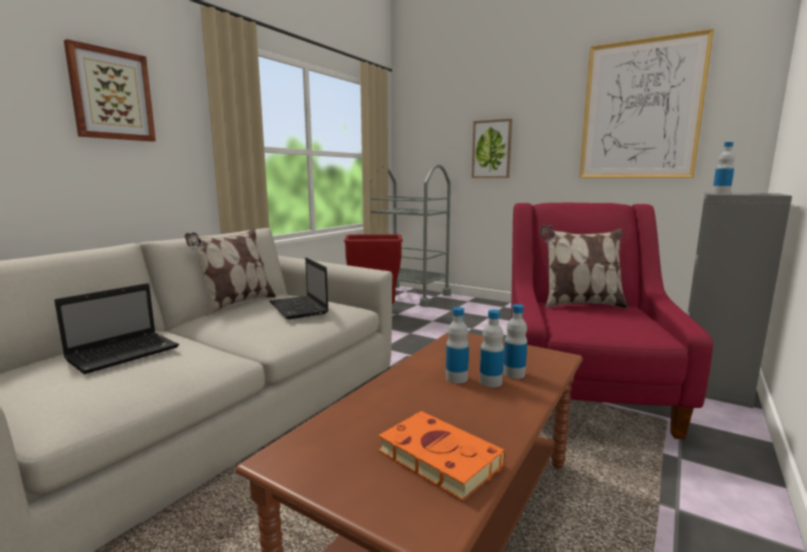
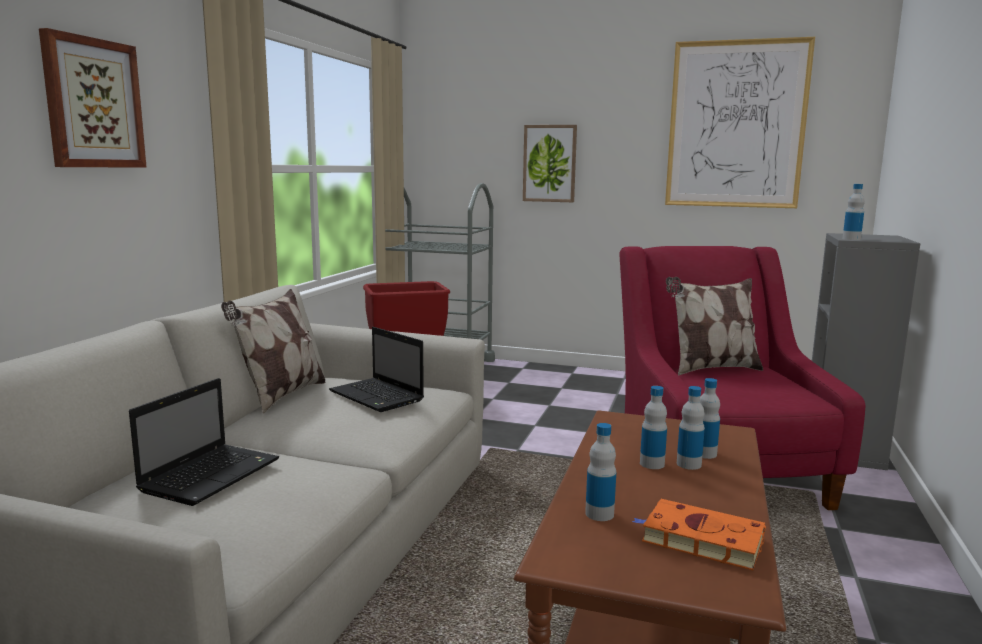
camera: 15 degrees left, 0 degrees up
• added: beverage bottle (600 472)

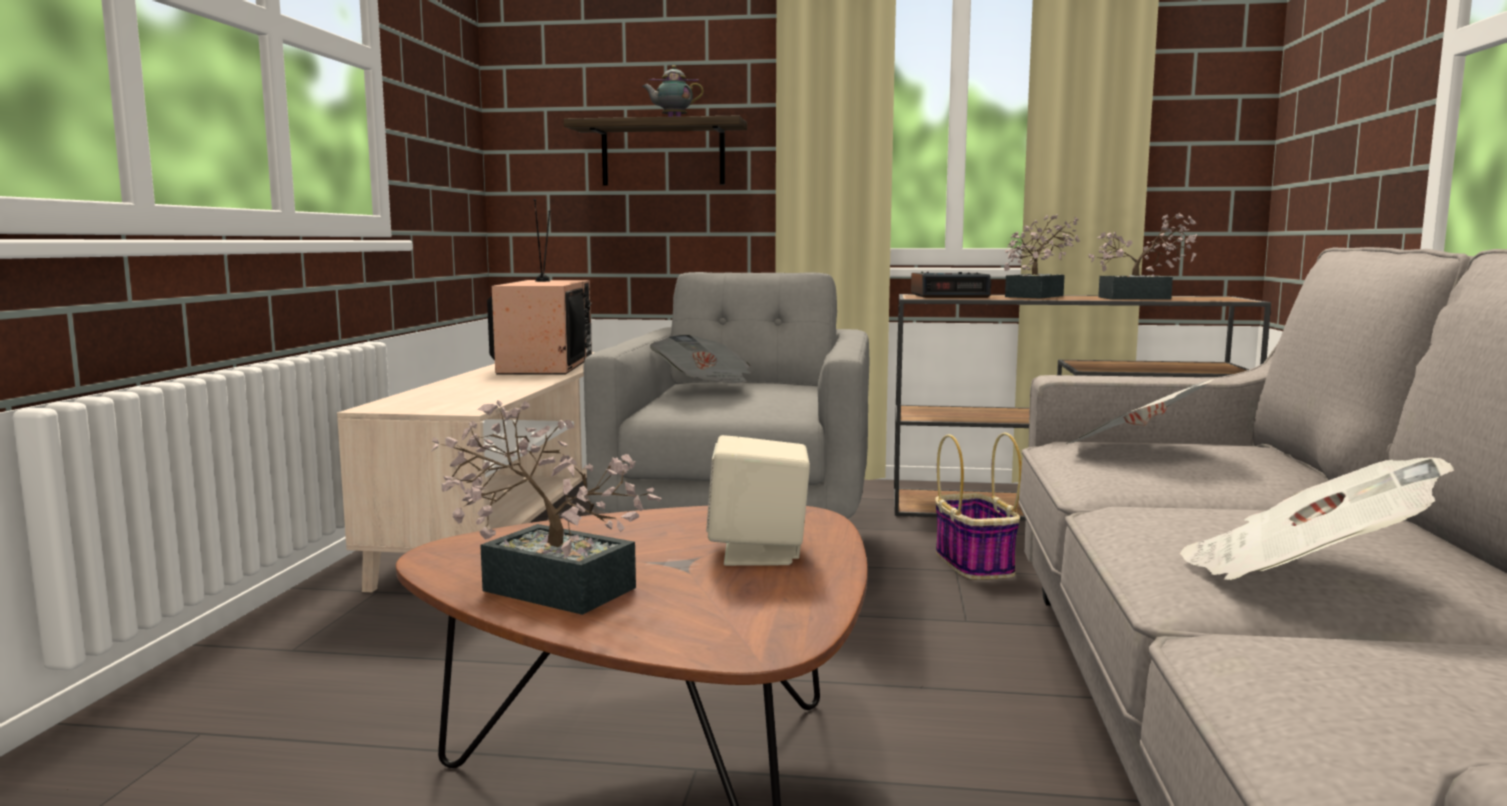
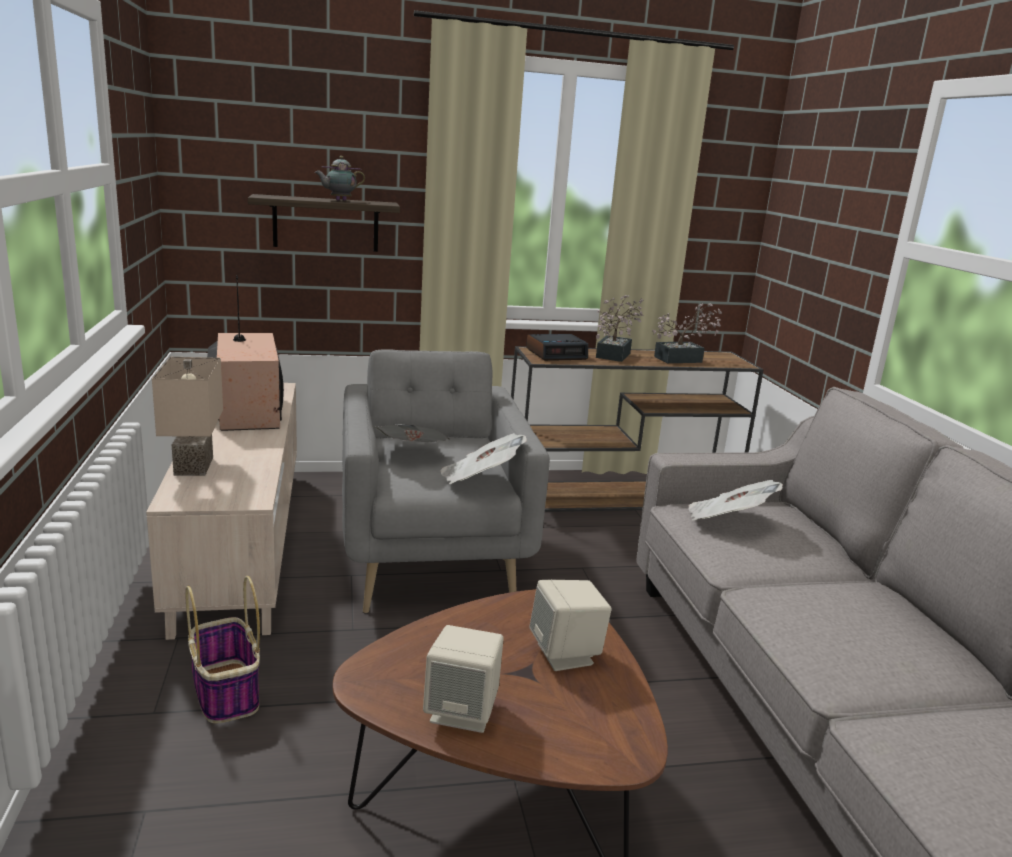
camera: 20 degrees left, 10 degrees up
• replaced: houseplant (546 507) to speaker (sand-coloured) (463 679)
• moved: storage basket (978 506) to (222 649)
• moved: newspaper (1317 518) to (483 458)
• added: table lamp (sand-coloured) (187 416)

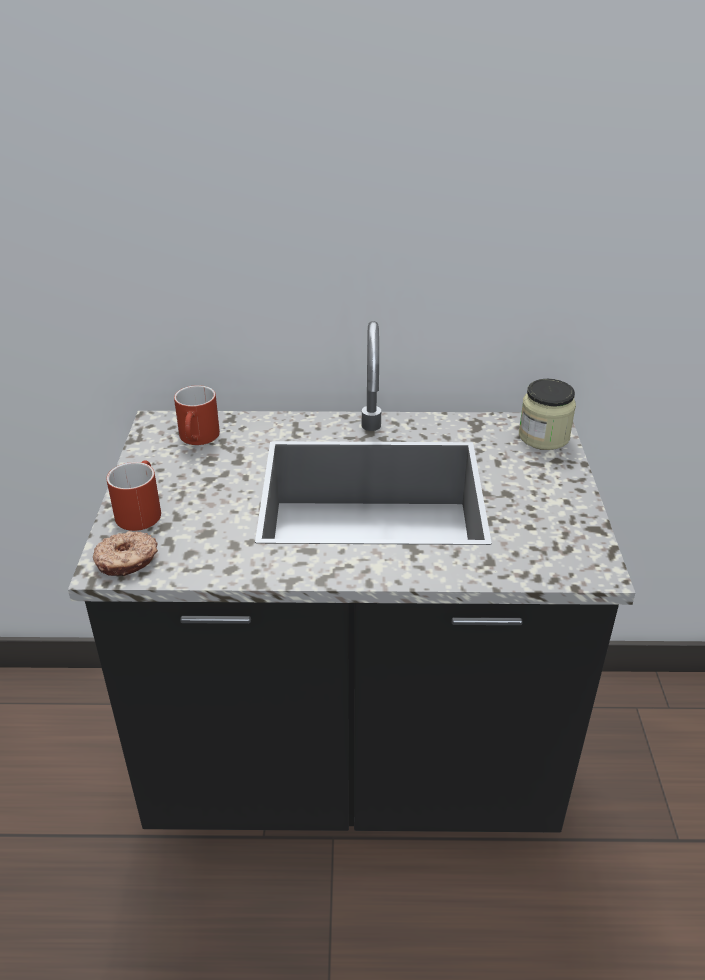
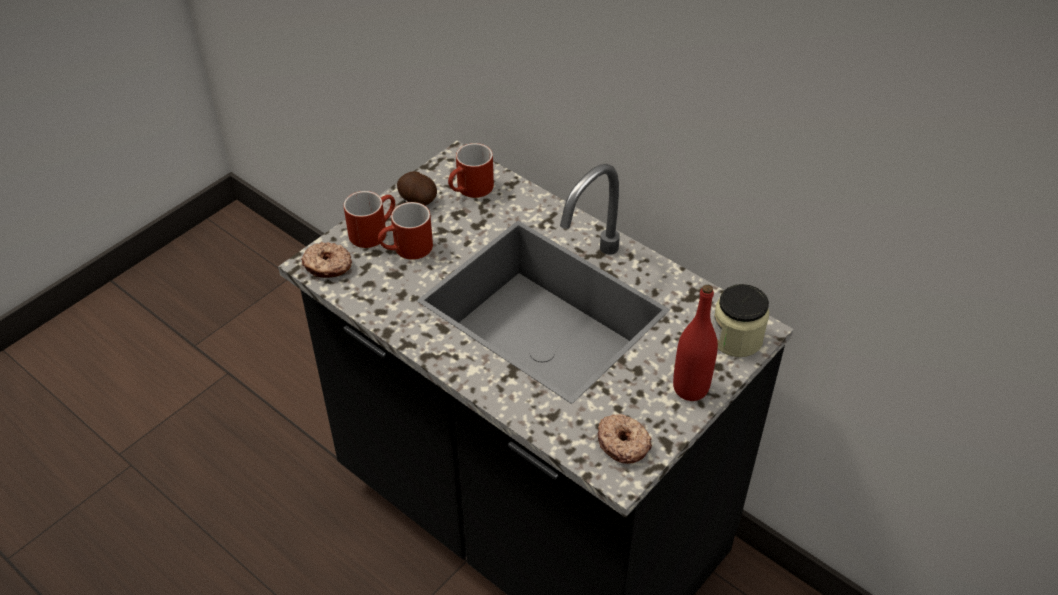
camera: 40 degrees right, 10 degrees up
• added: potato (417 188)
• added: coffee mug (reddish) (405 231)
• added: beverage bottle (reddish) (695 343)
• added: donut (625 439)

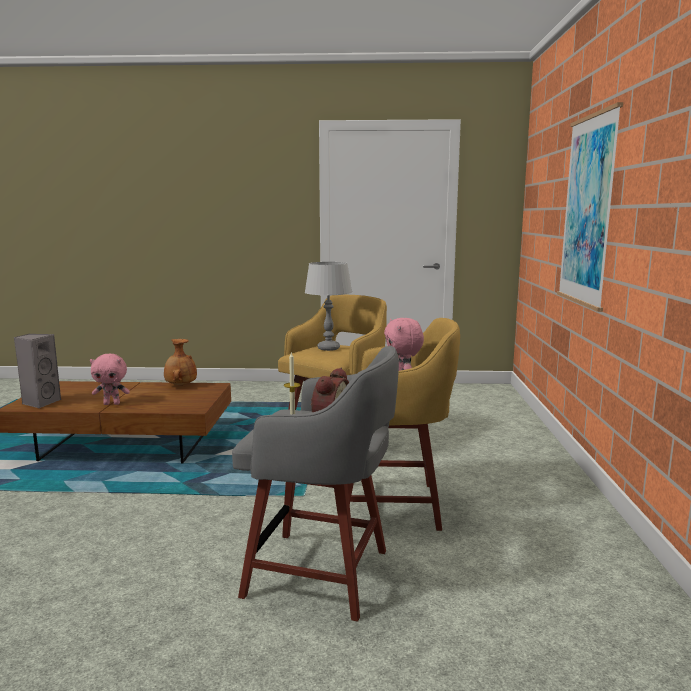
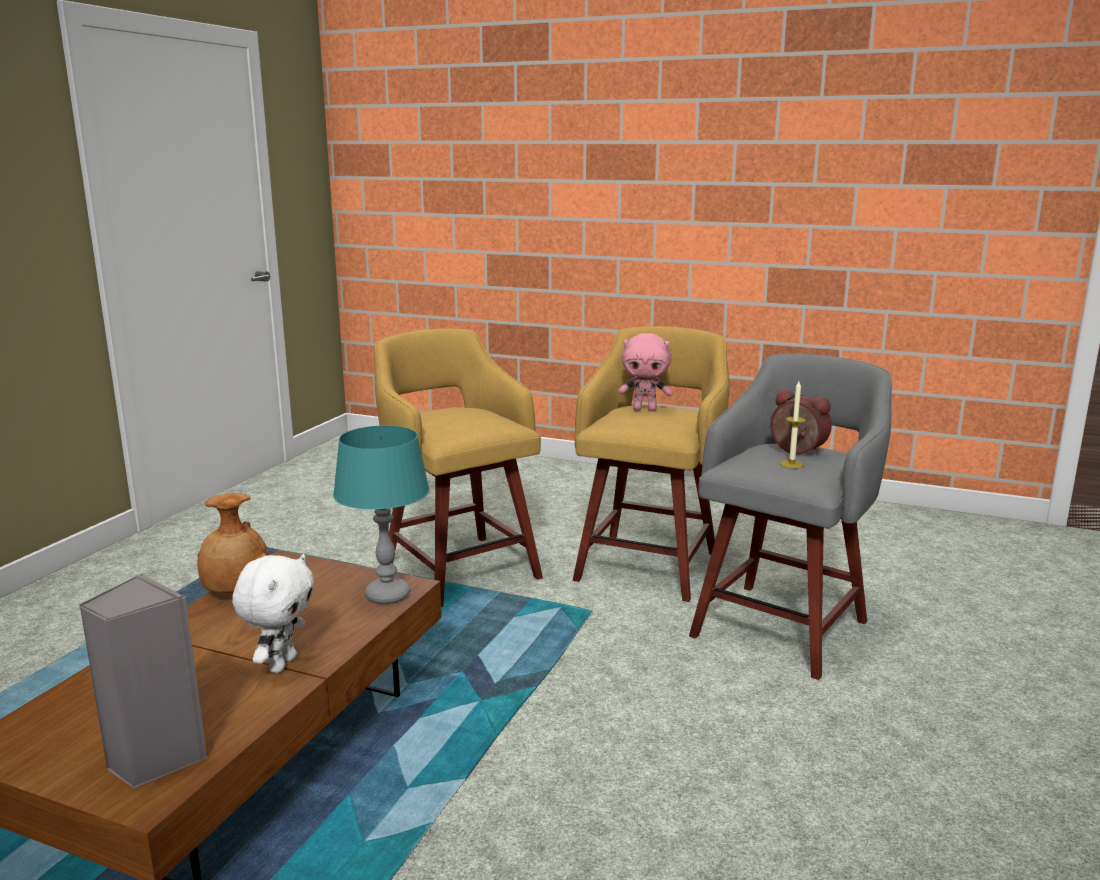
camera: 70 degrees left, 5 degrees up
• removed: picture (590 207)
• removed: table lamp (gray) (328 306)
• recoloured: cuddly toy (pinkish) (110 379) to cuddly toy (white-coloured) (273 613)
• added: table lamp (turquoise-coloured) (381 515)

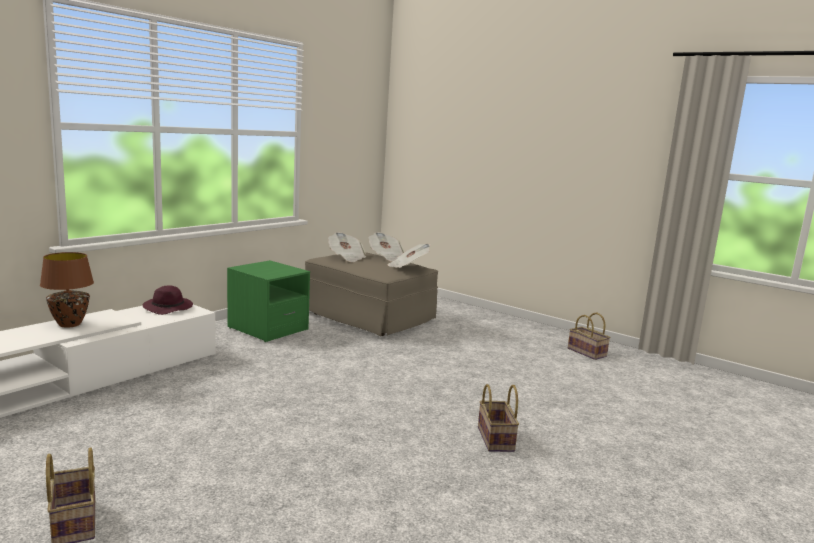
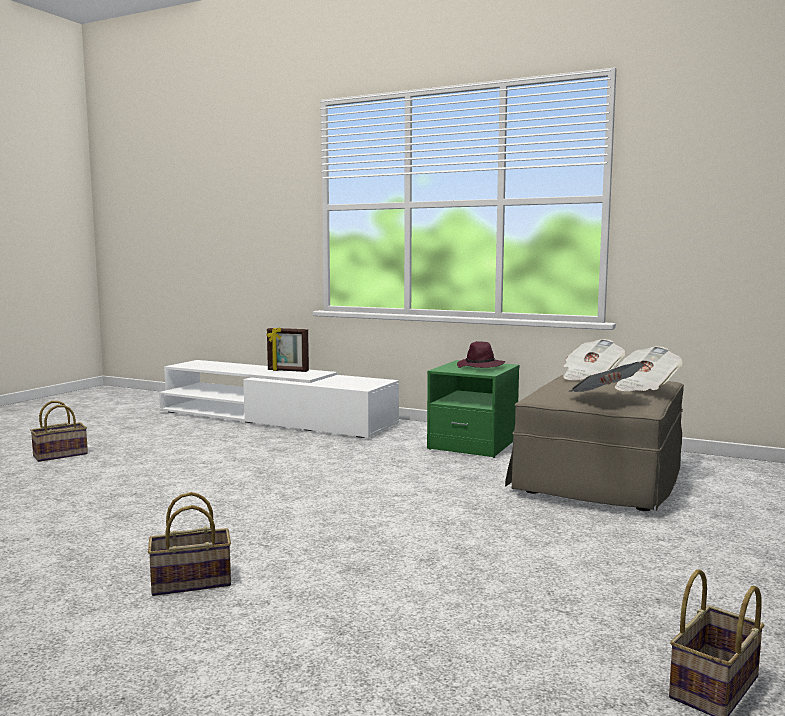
camera: 80 degrees right, 5 degrees down
• replaced: table lamp (brownish) (67 290) to standing frame (288 349)
• moved: wearable hat (purple) (168 300) to (481 354)

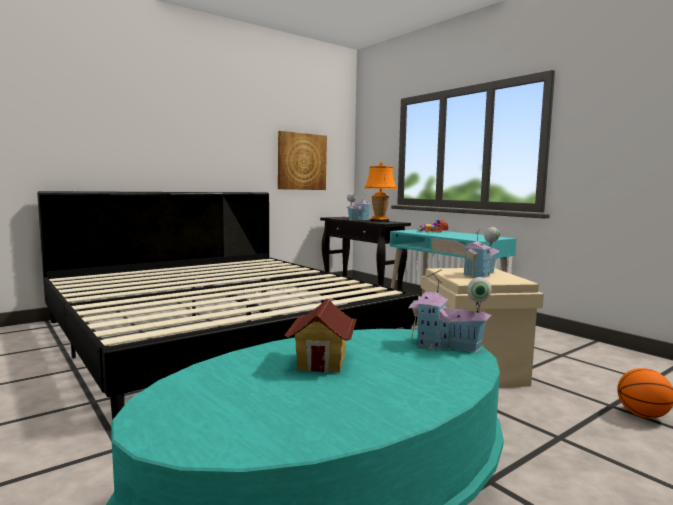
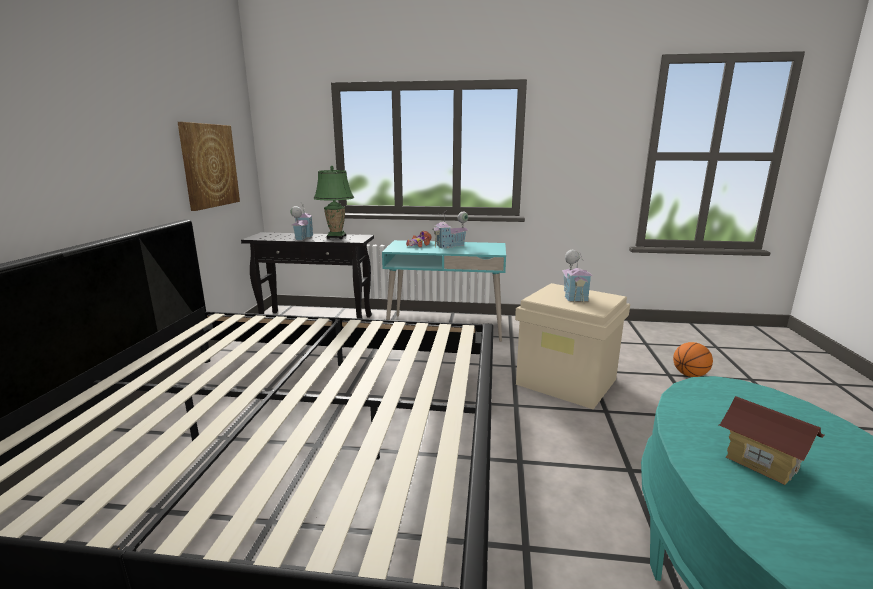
camera: 45 degrees left, 10 degrees up
• recoloured: table lamp (orange) (381 192) to table lamp (greenish) (333 202)
• moved: model house (450 311) to (450 229)

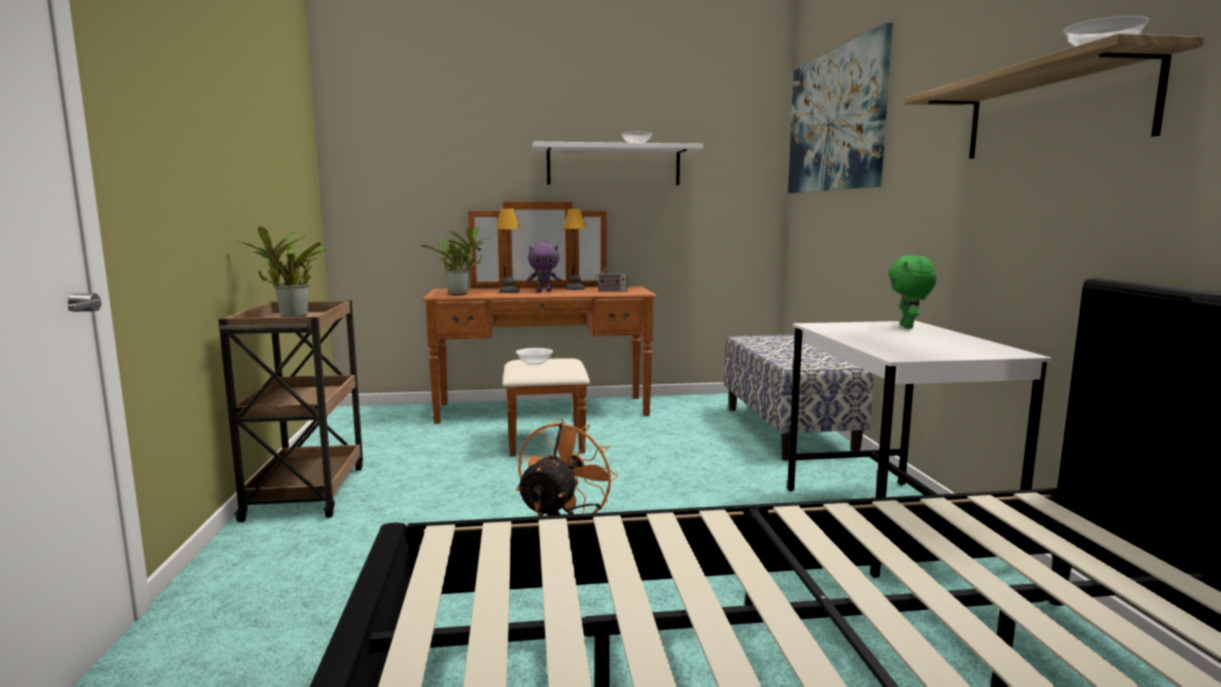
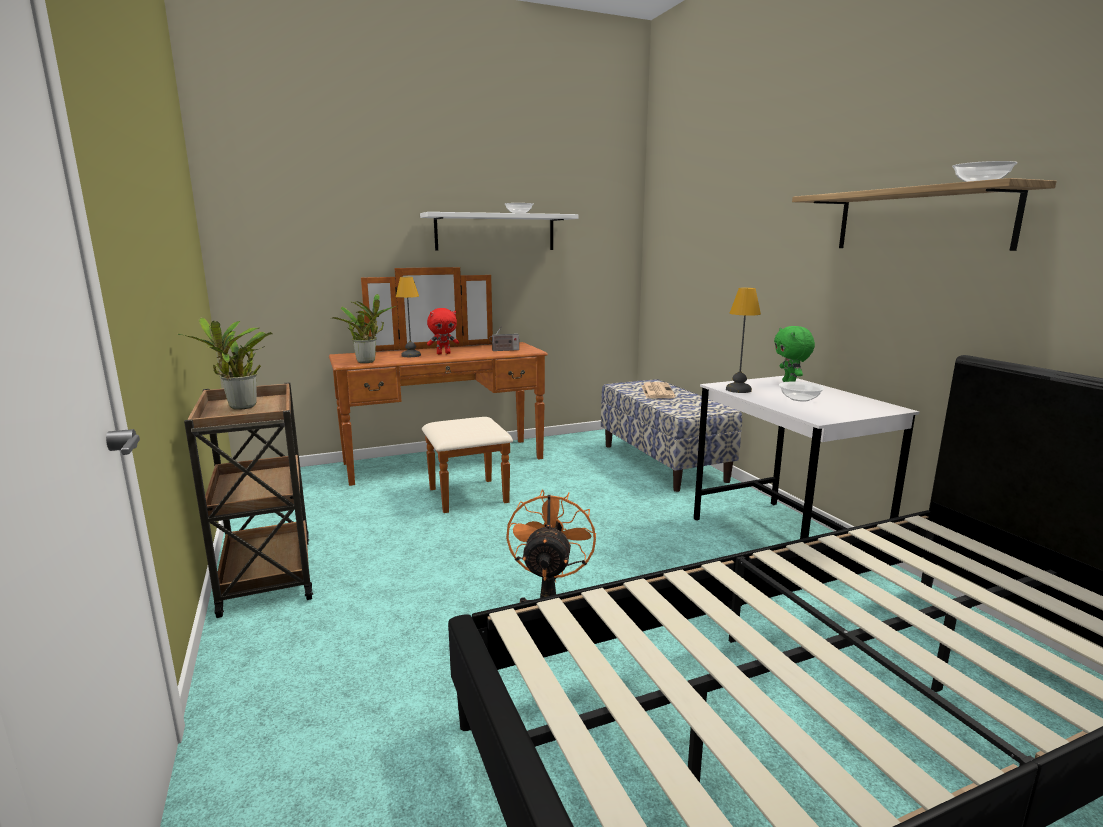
camera: 15 degrees left, 5 degrees up
• removed: picture (840 108)
• moved: table lamp (574 249) to (743 340)
• recoloured: cuddly toy (purple) (544 267) to cuddly toy (reddish) (443 331)
• moved: serving bowl (534 356) to (801 391)
• added: newspaper (658 390)

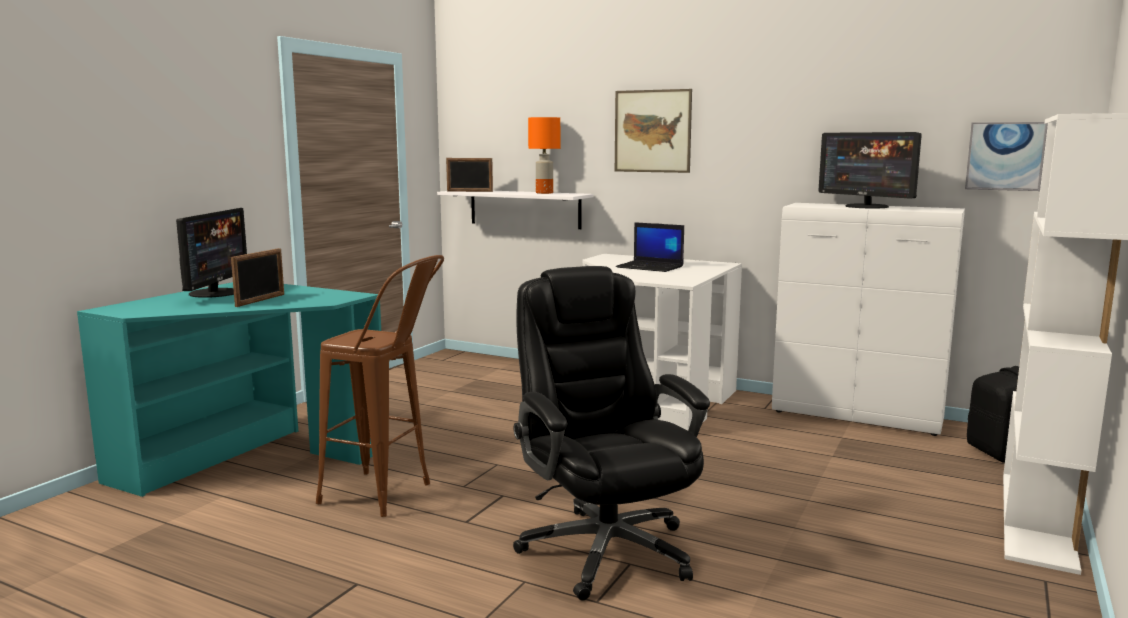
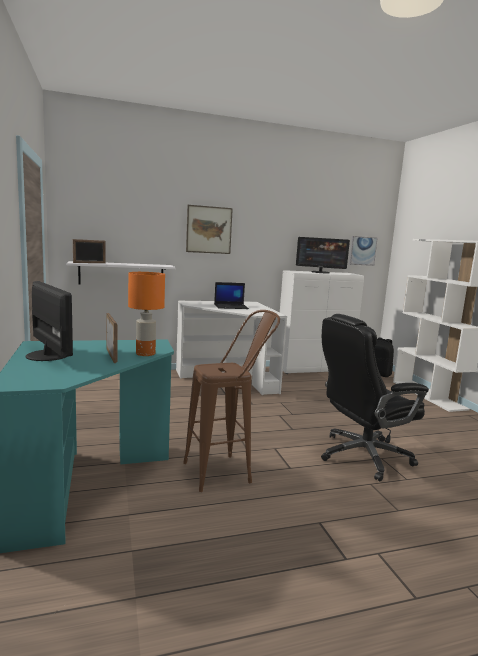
camera: 45 degrees left, 0 degrees up
• moved: table lamp (orange) (544 155) to (146 314)
• turned: computer chair (black-coloured) (611 433) = (375 397) 45 degrees counterclockwise

